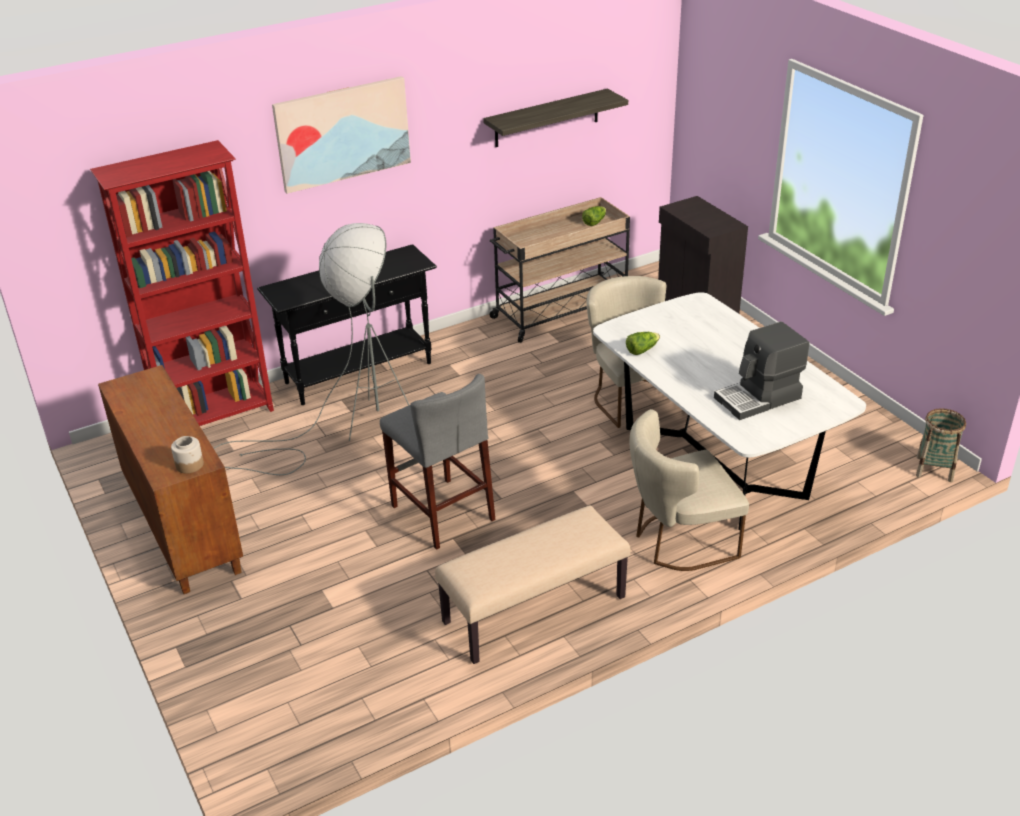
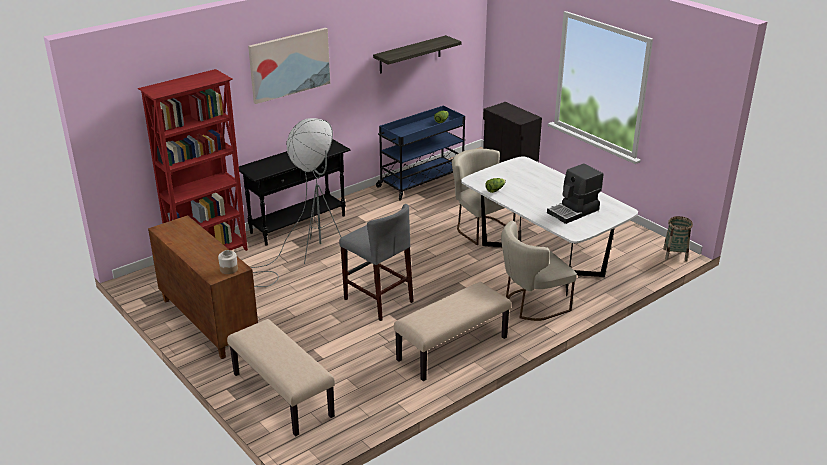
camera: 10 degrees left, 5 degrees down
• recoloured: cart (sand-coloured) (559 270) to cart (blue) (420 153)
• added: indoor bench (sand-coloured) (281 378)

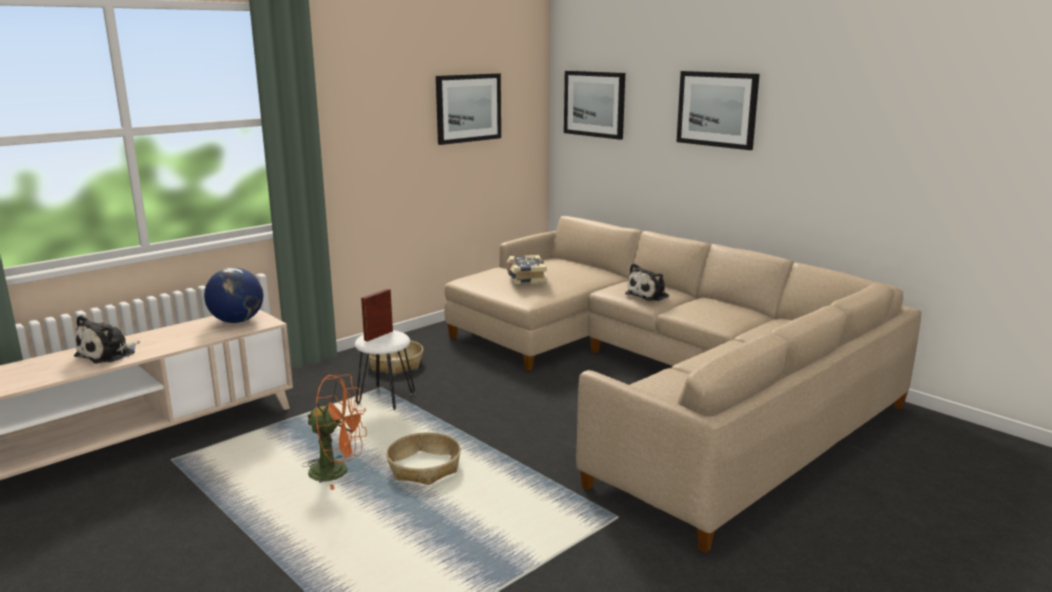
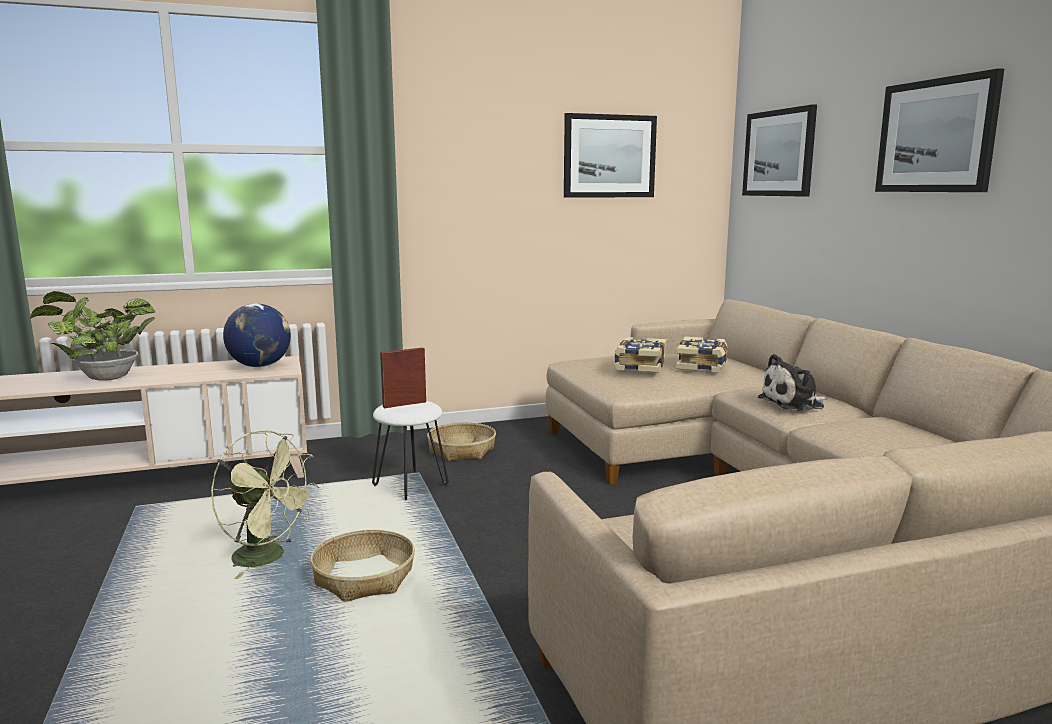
camera: 25 degrees right, 5 degrees down
• replaced: cuddly toy (107 339) to houseplant (92 336)
• recoloured: electric fan (orange) (334 432) to electric fan (greenish) (265 504)
• added: book (702 354)

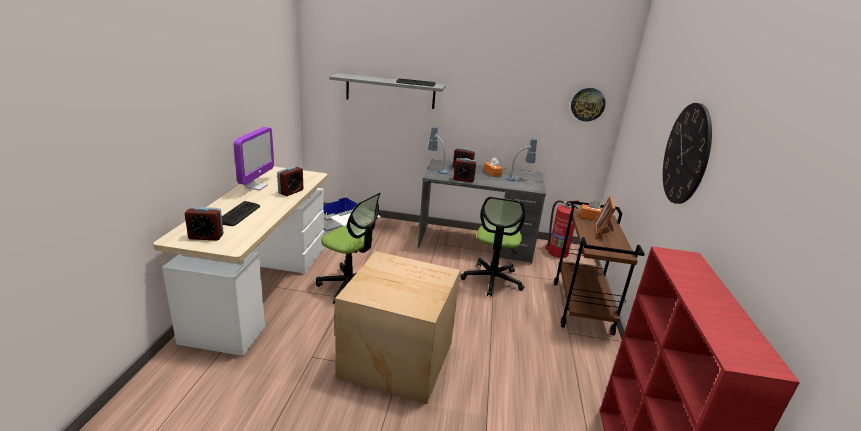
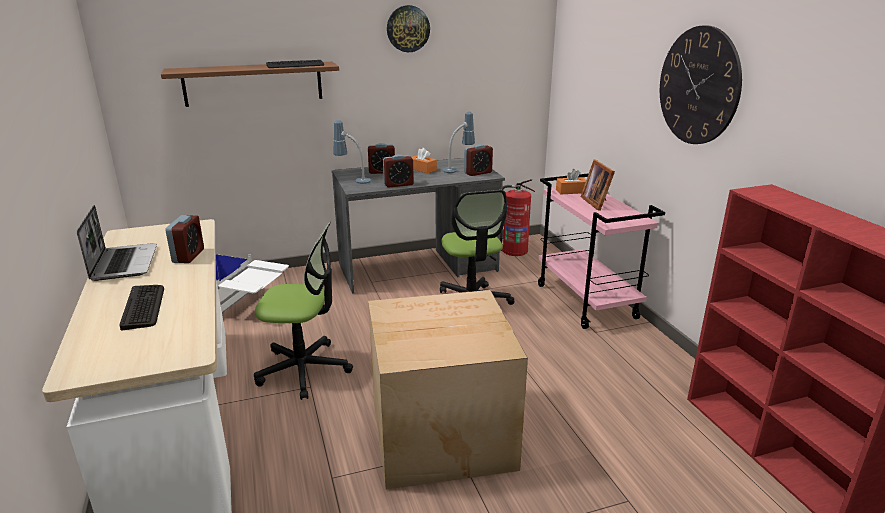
camera: 25 degrees left, 0 degrees up
• recoloured: wall shelf (gray) (387 91) to wall shelf (brownish) (250 84)
• moved: wall clock (588 105) to (408 28)
• replaced: computer screen (253 158) to laptop (117 243)
• recoloured: cart (brownish) (599 268) to cart (pinkish) (601 251)
• moved: alarm clock (204 223) to (478 160)

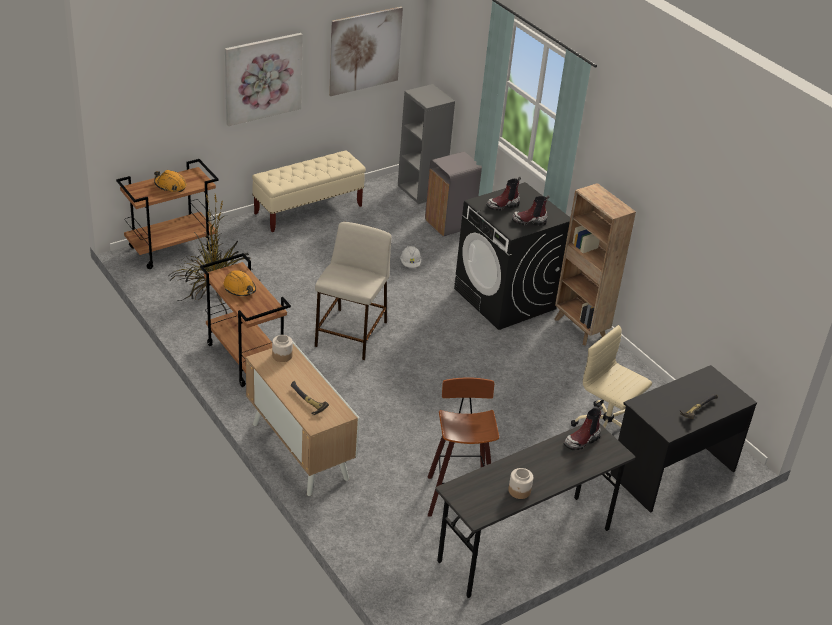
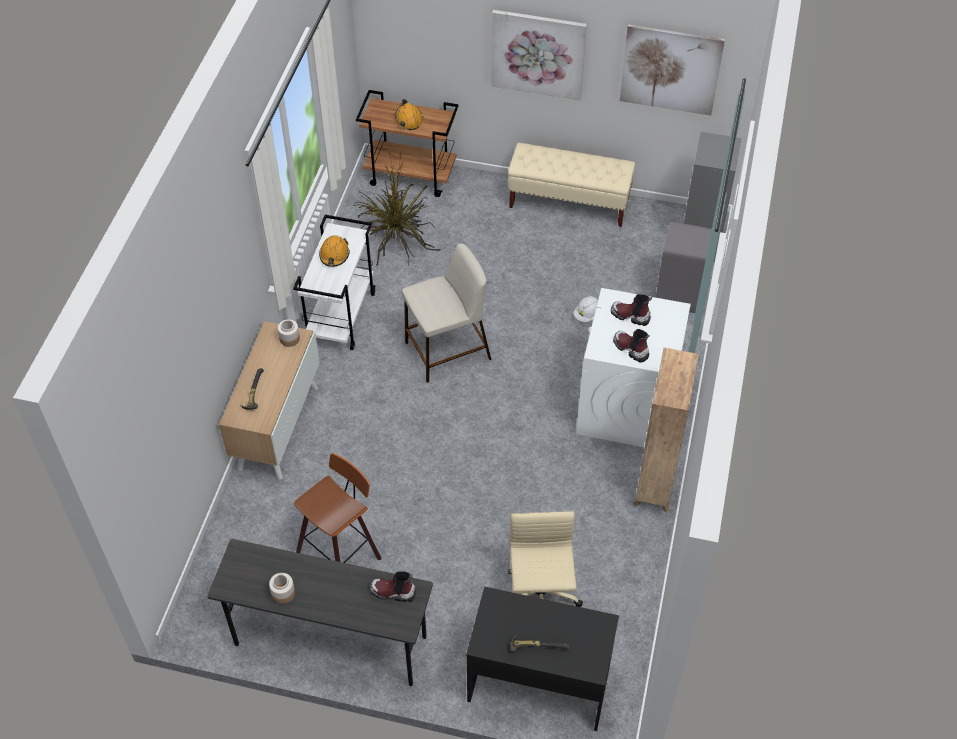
camera: 50 degrees right, 15 degrees up
• recoloured: laundry machine (black-coloured) (512 256) to laundry machine (white-coloured) (633 368)
• recoloured: cart (brownish) (245 320) to cart (white-coloured) (334 282)

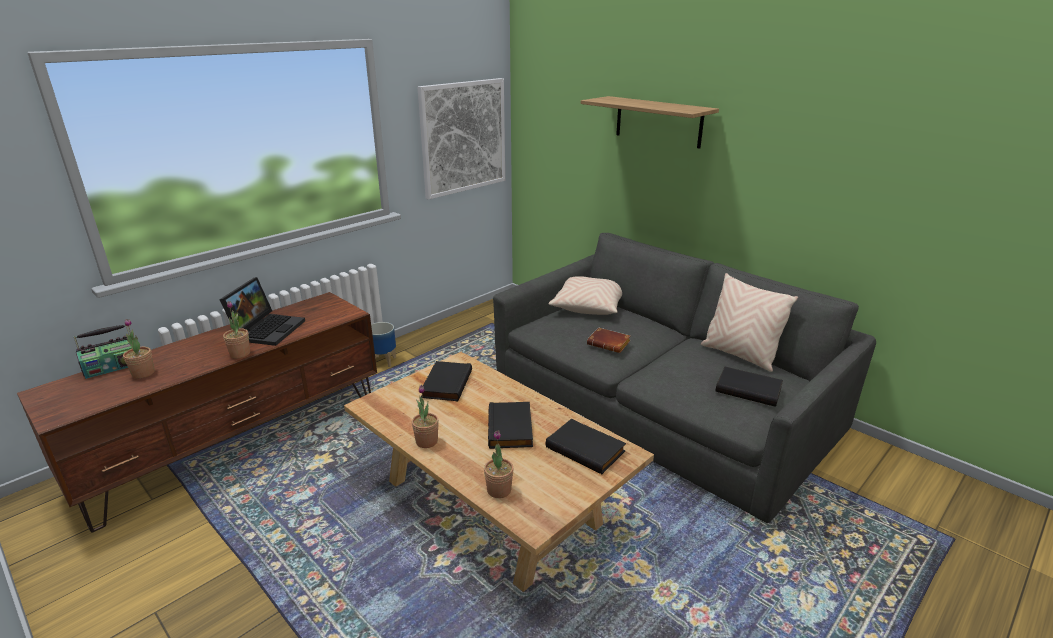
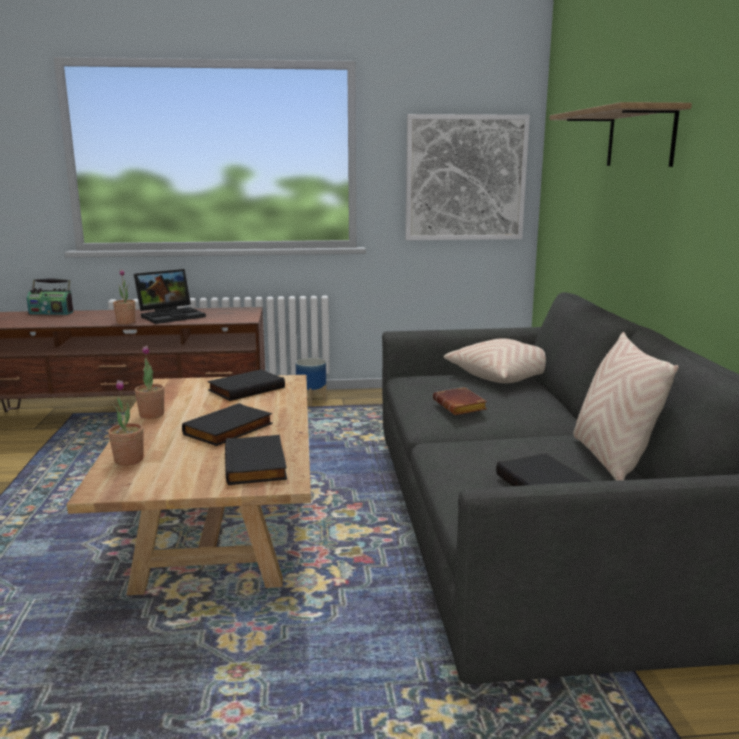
camera: 40 degrees right, 10 degrees down
• removed: houseplant (139 348)

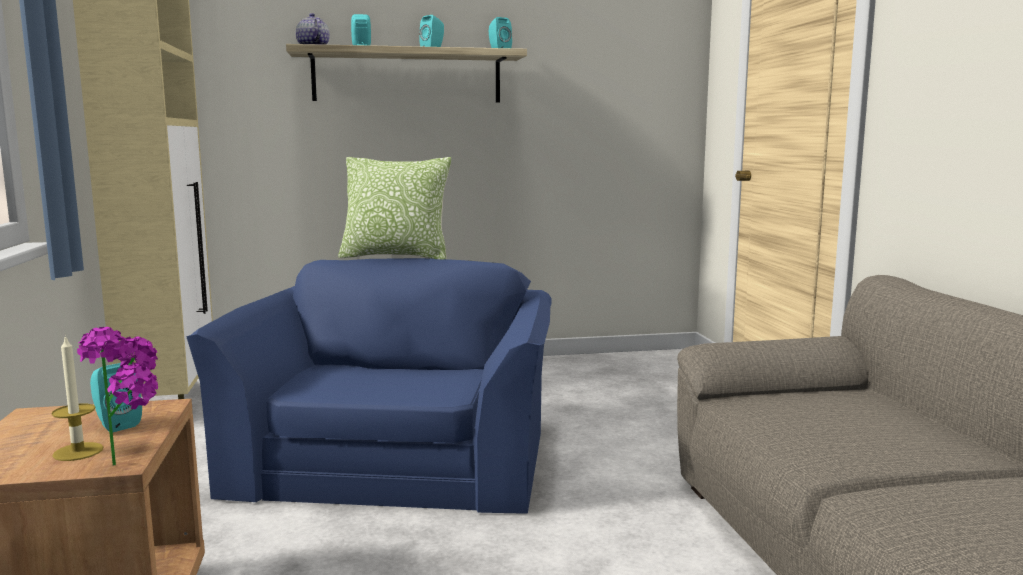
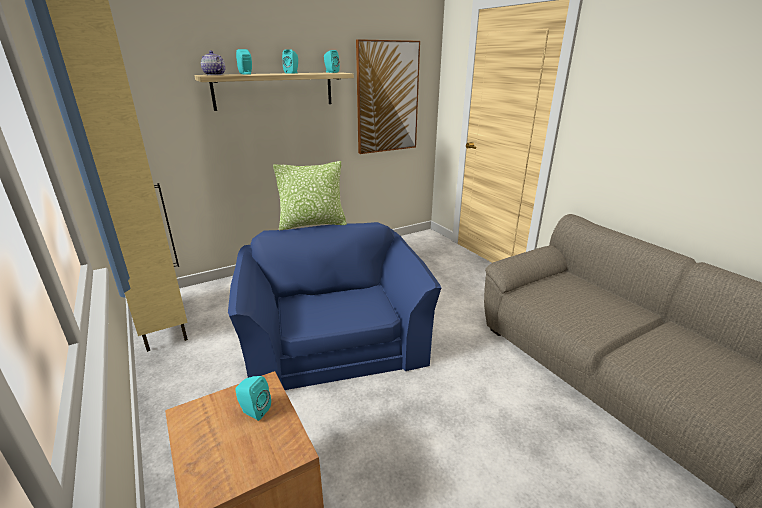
camera: 20 degrees left, 15 degrees up
• removed: houseplant (117 396)
• removed: wax light (77 398)
• added: picture (388 96)

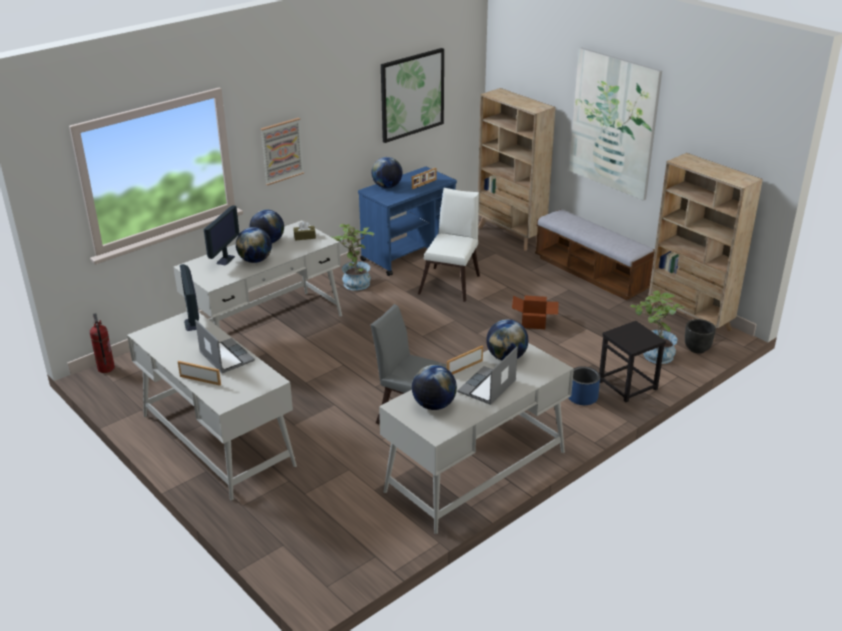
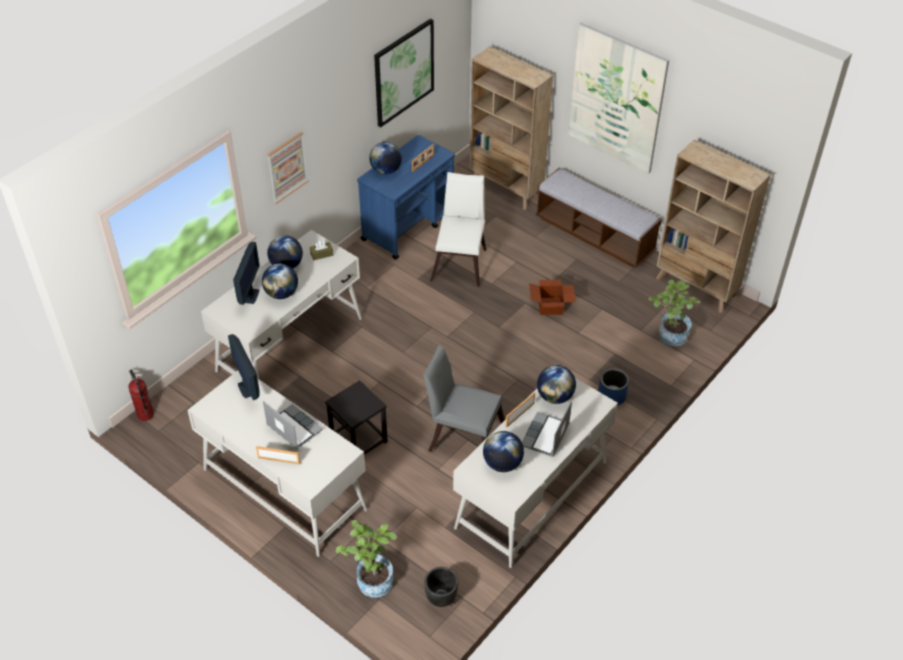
camera: 10 degrees left, 15 degrees up
• moved: houseplant (352 257) to (366 559)
• moved: flower pot (black-coloured) (700 336) to (441 587)
• moved: stool (black-coloured) (632 361) to (356 417)

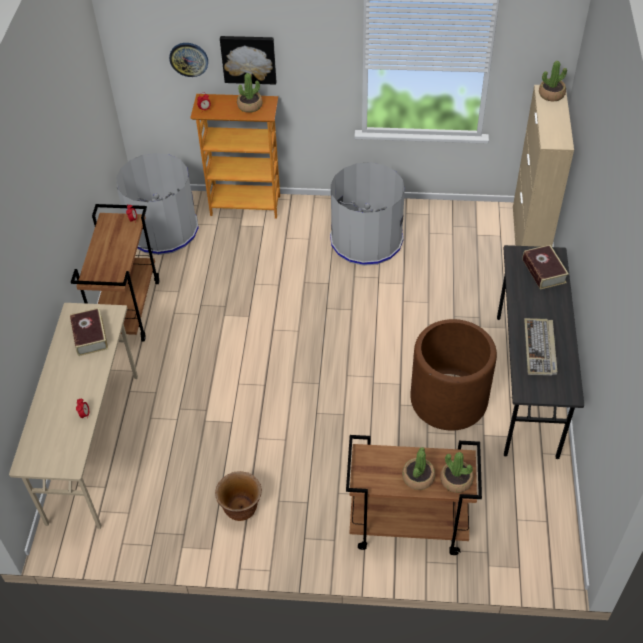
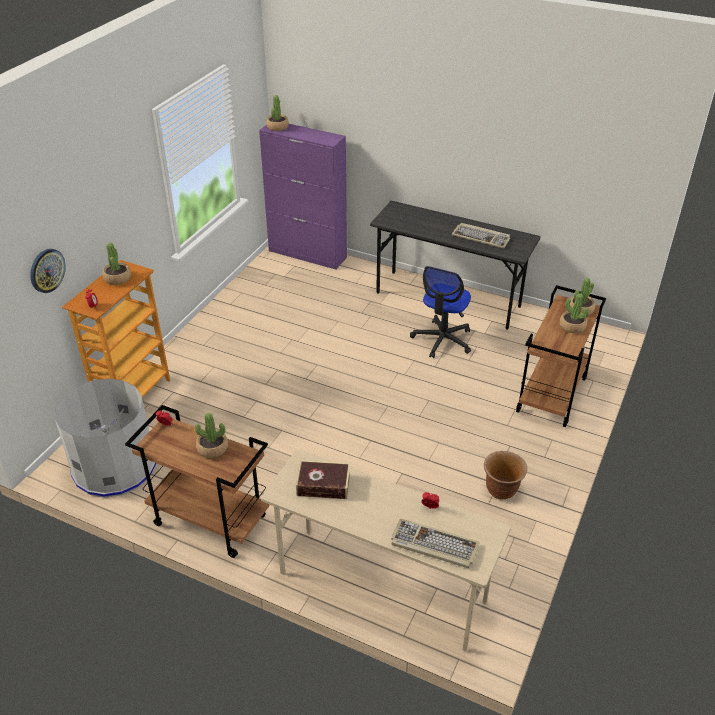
camera: 70 degrees left, 10 degrees down
• removed: picture (248 60)
• recoloured: cabinet (sand-coloured) (543 166) to cabinet (purple) (303 196)
• removed: waste bin (gray) (367 214)
• removed: book (546 267)
• replaced: flower pot (brownish) (453 375) to computer chair (440 312)
• added: houseplant (211 435)
• added: computer keyboard (435 543)

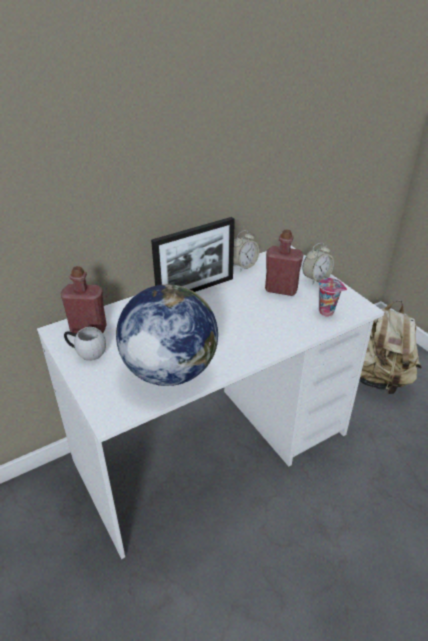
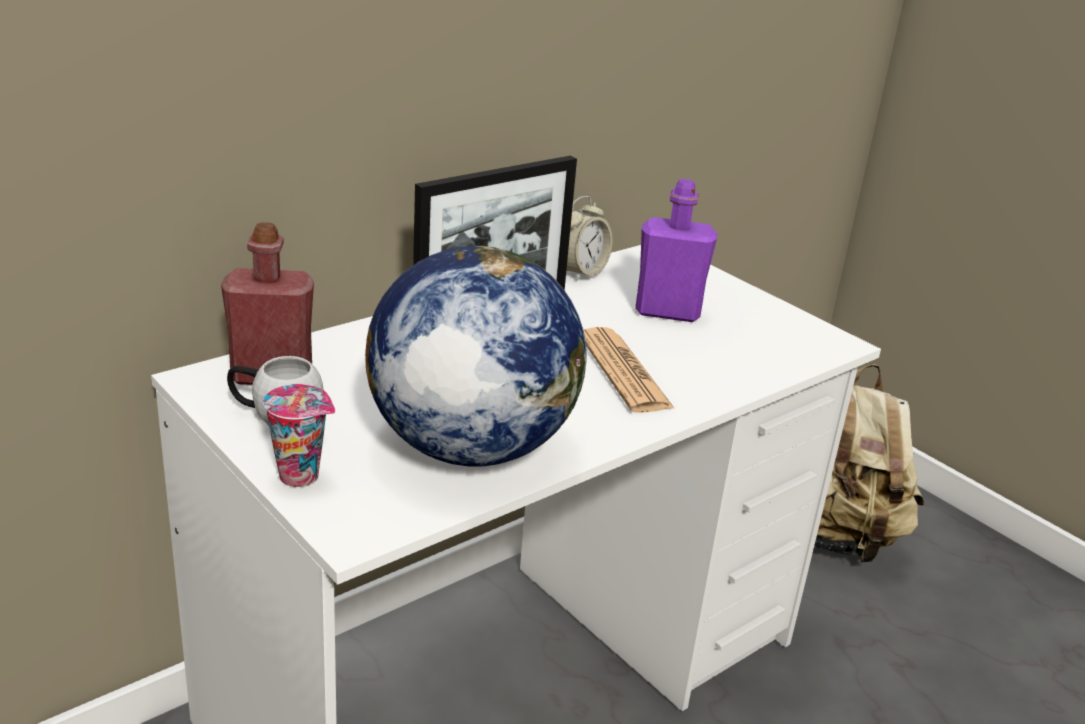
camera: 10 degrees left, 10 degrees down
• recoloured: beverage bottle (reddish) (284 263) to beverage bottle (purple) (676 250)
• removed: alarm clock (318 263)
• moved: cup (333 297) to (299 435)
• added: newspaper (629 370)

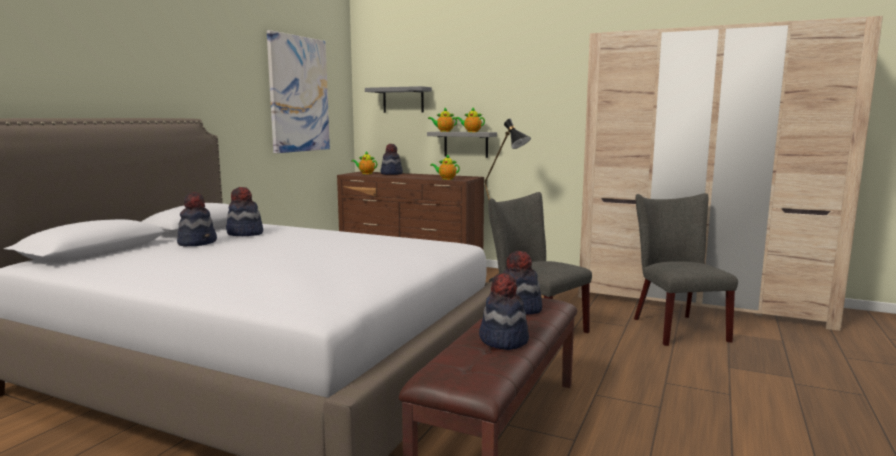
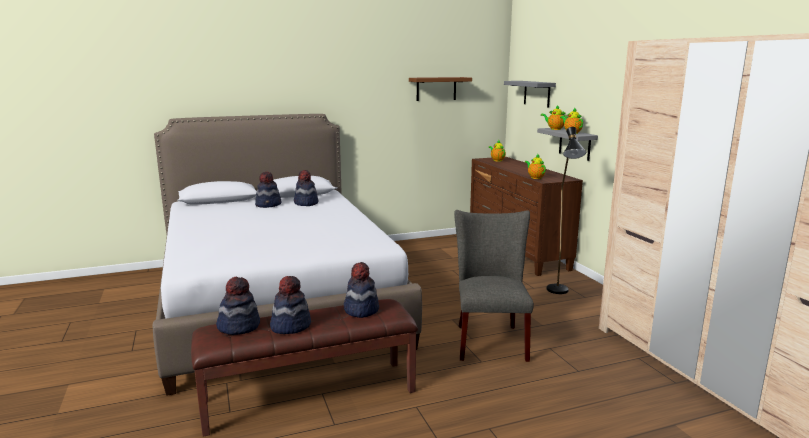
camera: 45 degrees right, 5 degrees up
• replaced: picture (298 91) to wall shelf (brownish) (440 89)
• moved: wearable hat (391 159) to (238 306)
• removed: upright chair (gray) (686 269)

